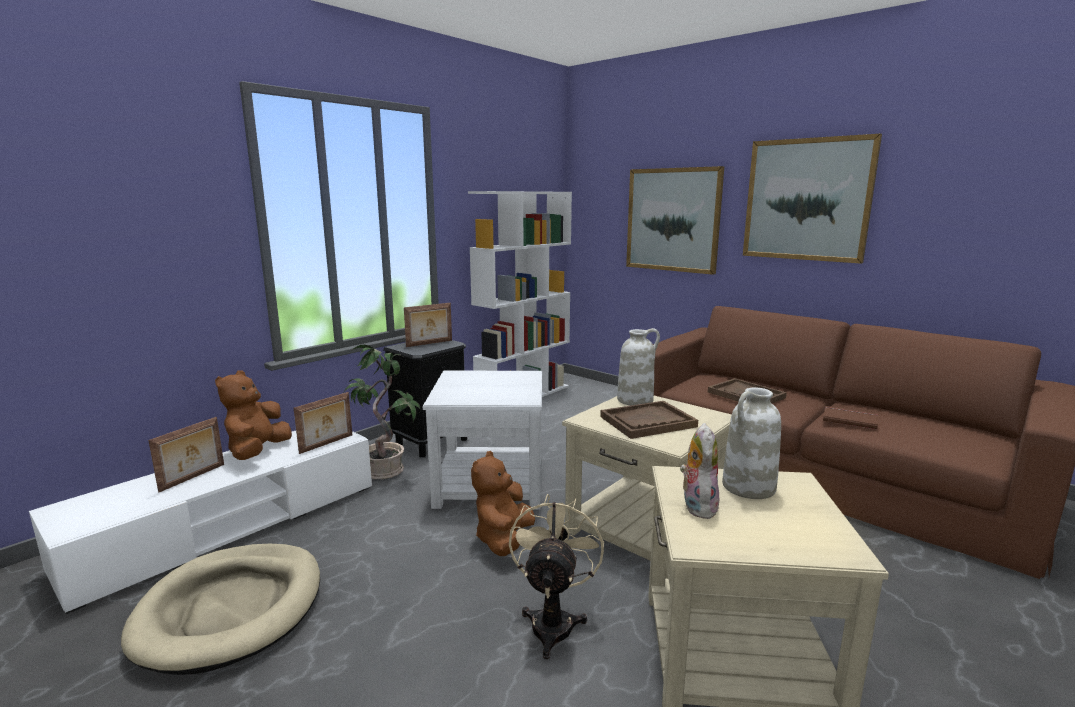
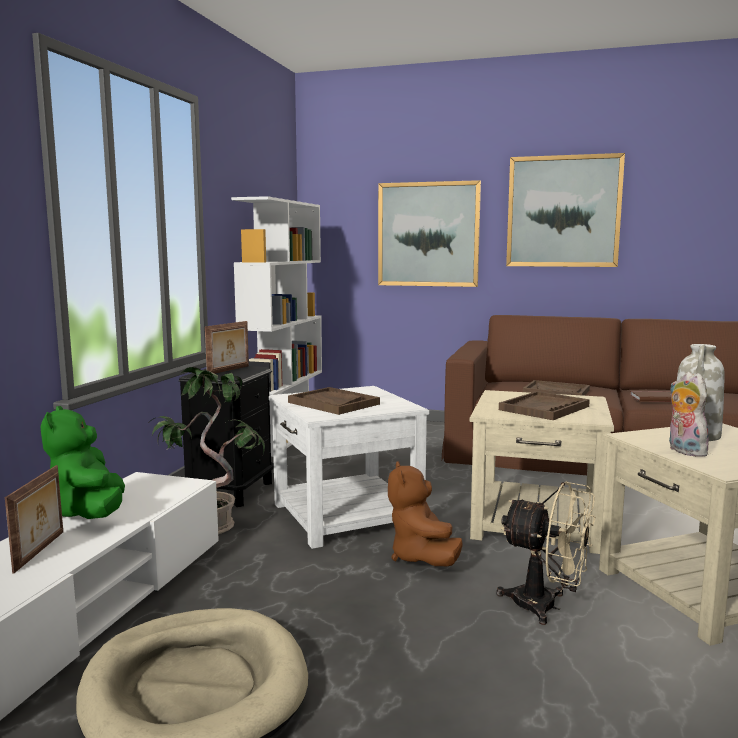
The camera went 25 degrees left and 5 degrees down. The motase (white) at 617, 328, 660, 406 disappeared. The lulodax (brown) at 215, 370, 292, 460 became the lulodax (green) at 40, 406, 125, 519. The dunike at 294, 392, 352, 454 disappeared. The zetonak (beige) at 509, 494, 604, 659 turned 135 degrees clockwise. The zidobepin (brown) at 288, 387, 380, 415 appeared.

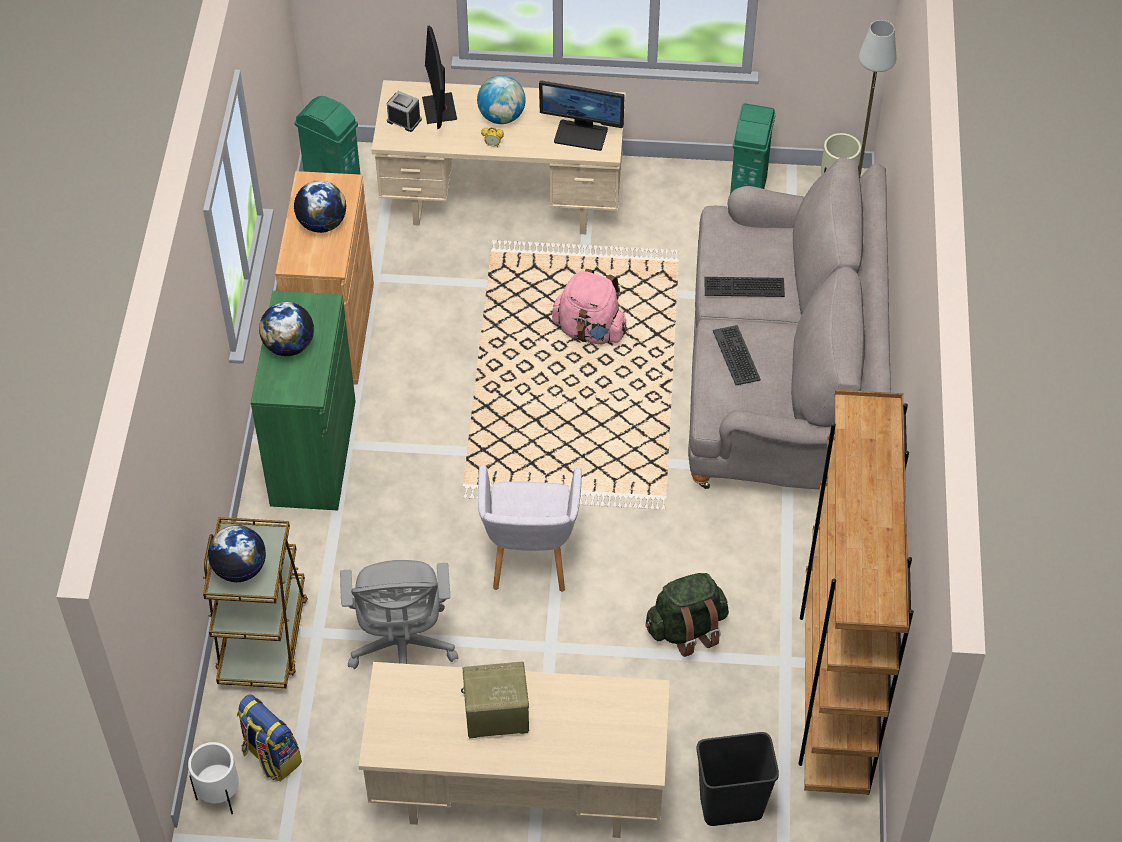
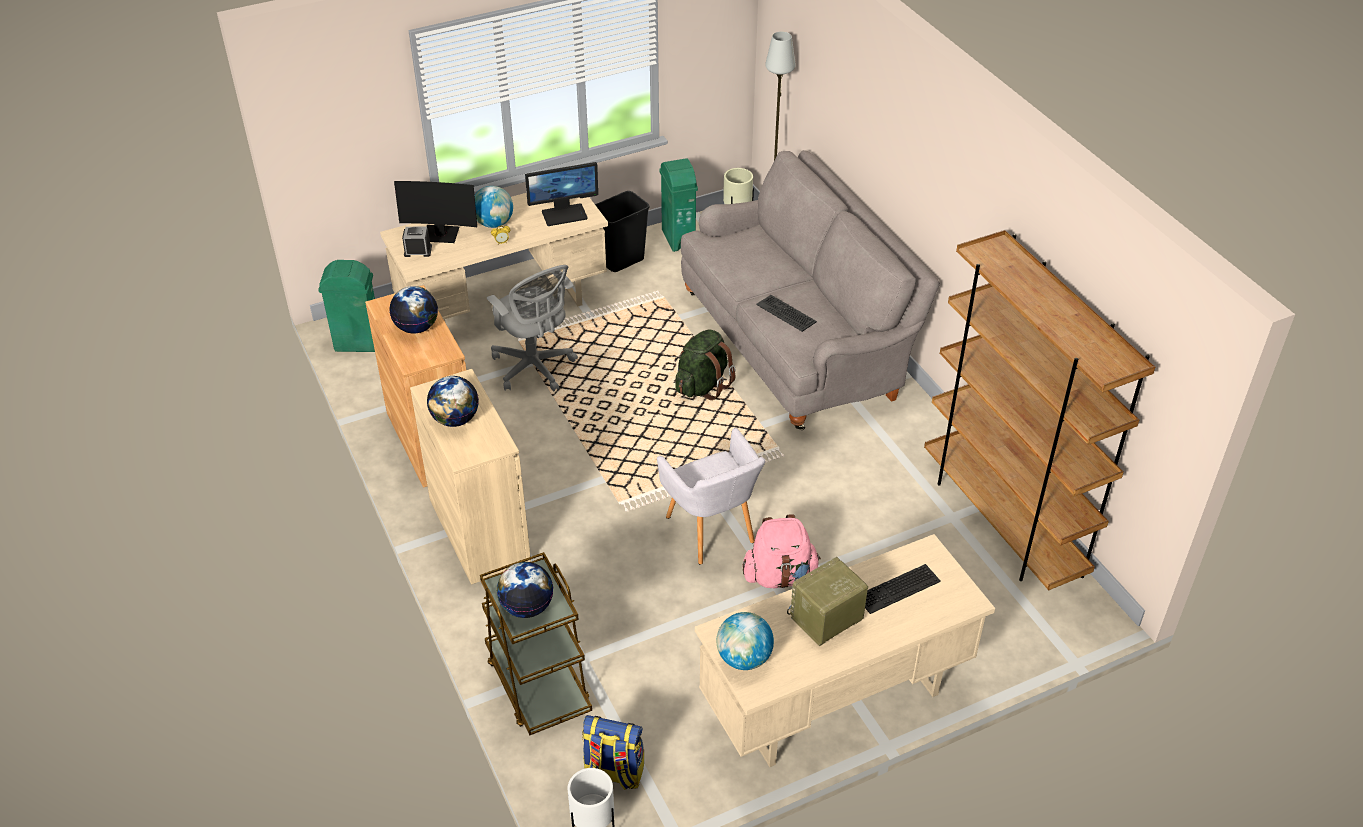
The camera went 30 degrees left and 10 degrees down. The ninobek at 422, 26, 457, 129 turned 45 degrees counterclockwise. The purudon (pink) moved from 552, 269, 627, 344 to 743, 514, 821, 588. The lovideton moved from 704, 277, 785, 297 to 865, 564, 941, 614. The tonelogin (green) at 251, 291, 356, 510 became the tonelogin (beige) at 410, 369, 531, 585. The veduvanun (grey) moved from 340, 560, 458, 669 to 487, 265, 578, 391. The purudon (green) moved from 645, 573, 729, 657 to 675, 329, 736, 400. The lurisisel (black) moved from 696, 732, 779, 826 to 595, 191, 649, 272. The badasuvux at 716, 612, 774, 670 appeared.

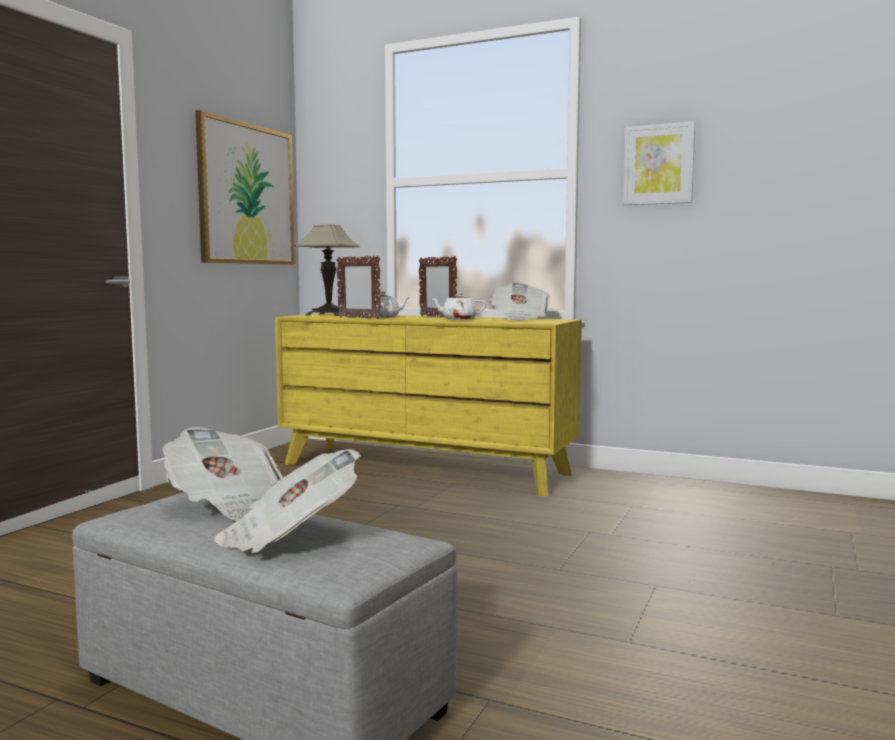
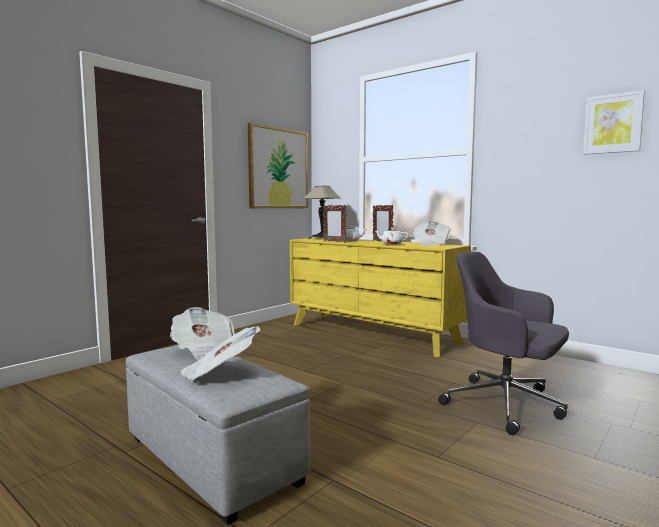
The camera went 15 degrees right and 0 degrees up. The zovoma moved from 623, 121, 695, 205 to 583, 90, 645, 155. The veduvanun (grey) at 438, 251, 569, 435 appeared.

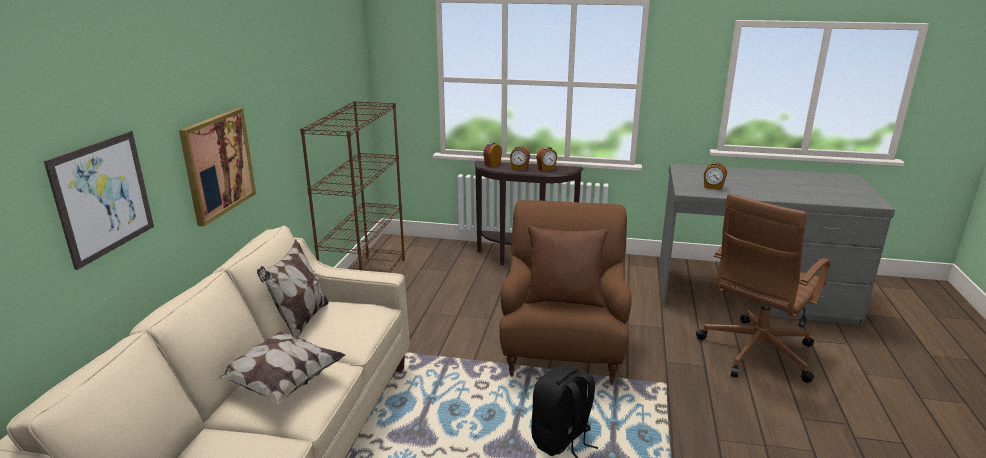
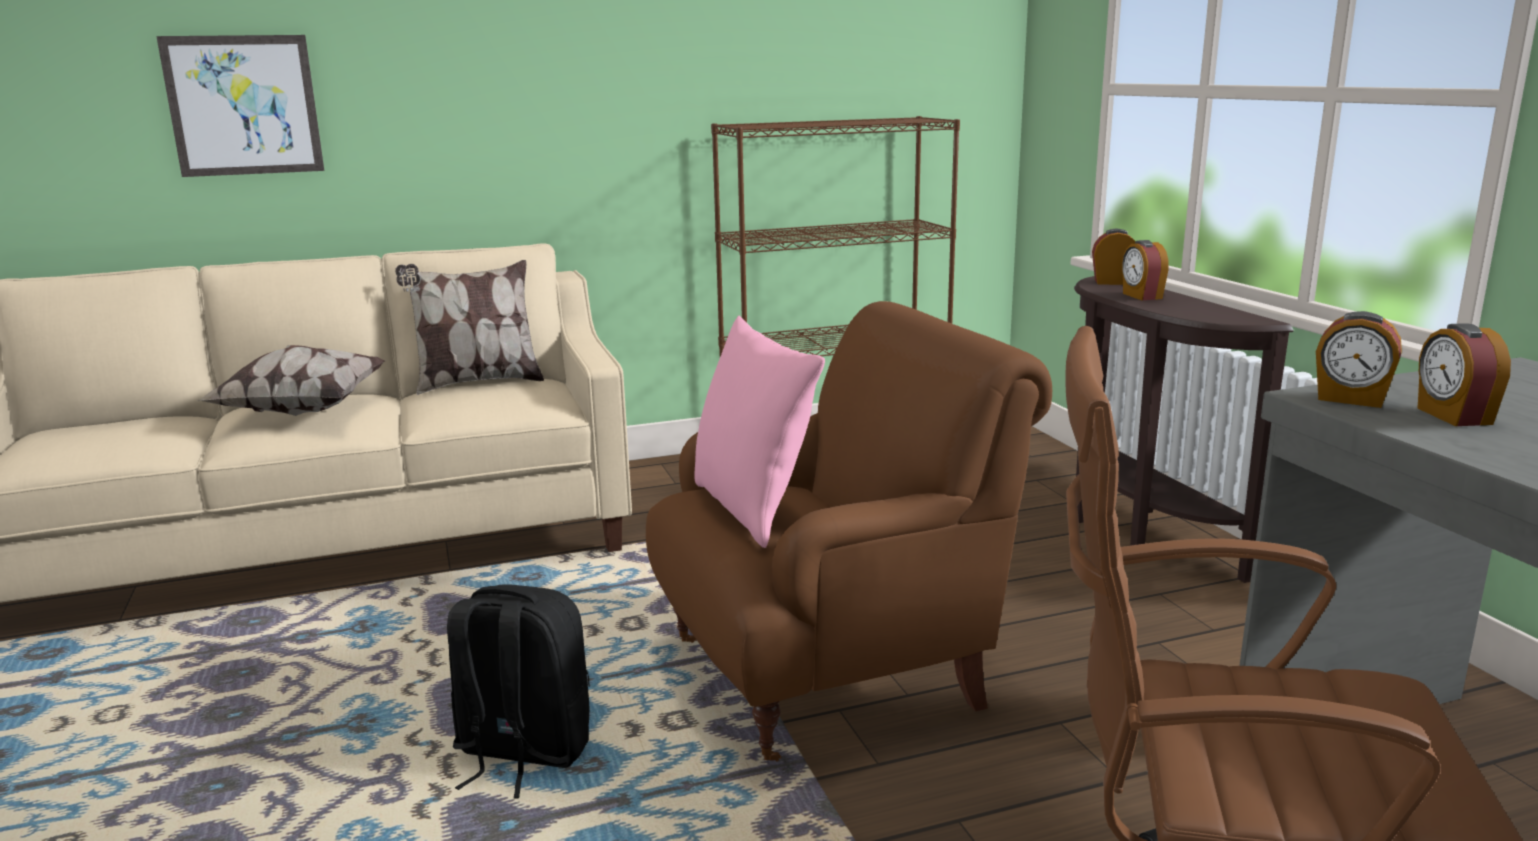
The camera went 60 degrees right and 5 degrees down. The zovoma at 179, 108, 256, 226 disappeared. The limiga moved from 536, 147, 557, 171 to 1316, 311, 1402, 408. The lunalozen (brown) at 525, 226, 608, 308 became the lunalozen (pink) at 694, 315, 825, 548.

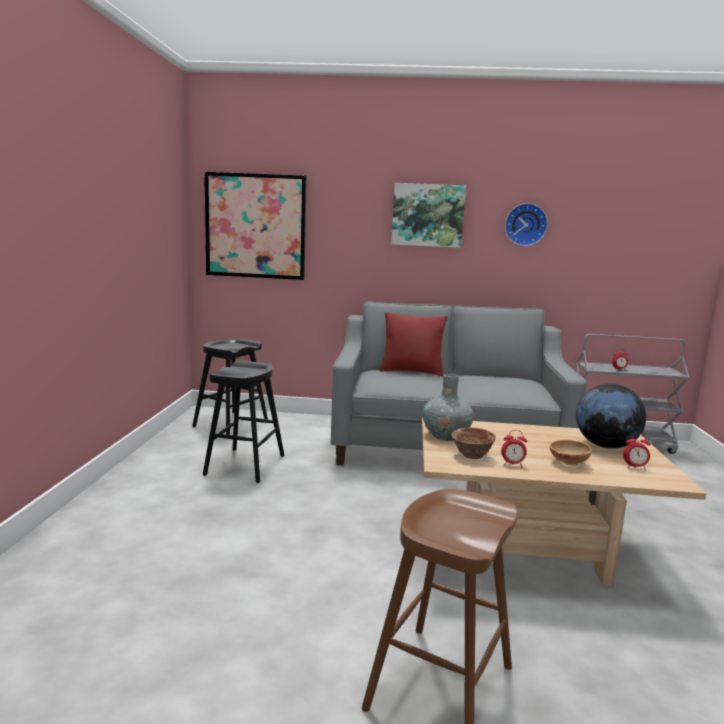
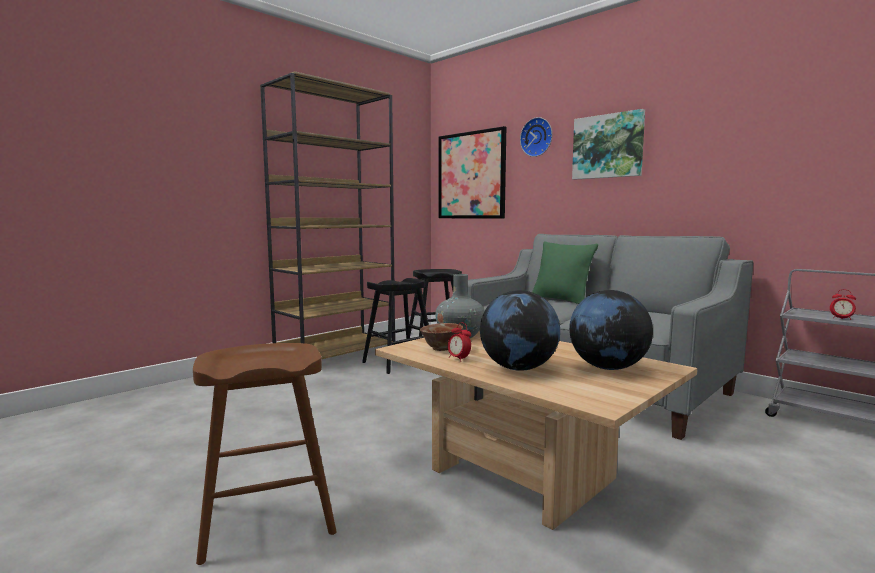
The camera went 40 degrees right and 5 degrees down. The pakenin moved from 505, 203, 548, 246 to 520, 117, 552, 157. The lunalozen (red) at 380, 312, 448, 376 became the lunalozen (green) at 532, 241, 598, 304. The limiga at 623, 433, 651, 470 disappeared. The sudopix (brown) at 549, 440, 592, 466 was replaced by the badasuvux at 480, 290, 560, 371. The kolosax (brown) at 260, 71, 395, 359 appeared.

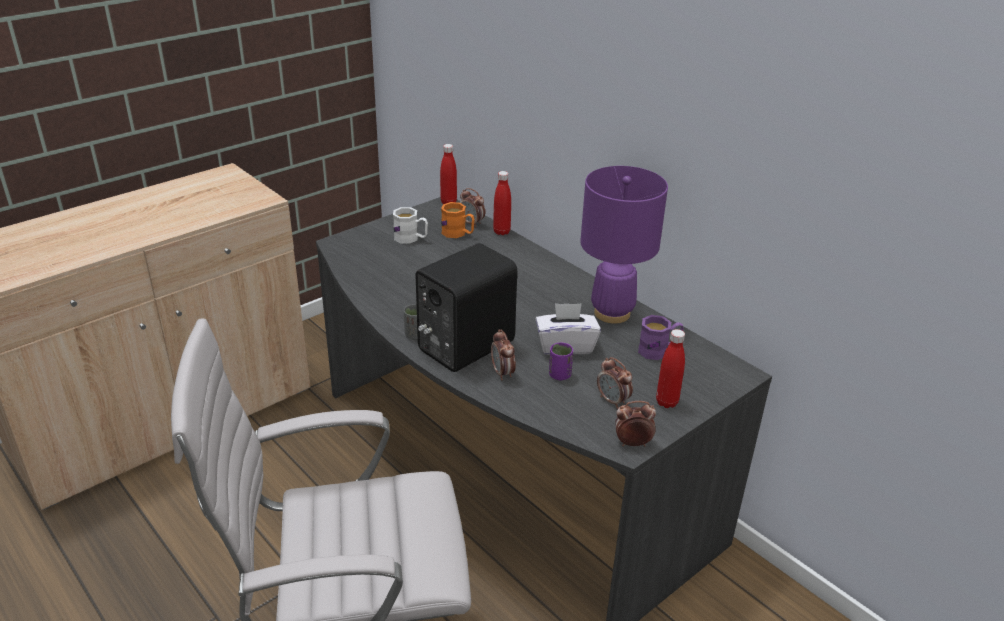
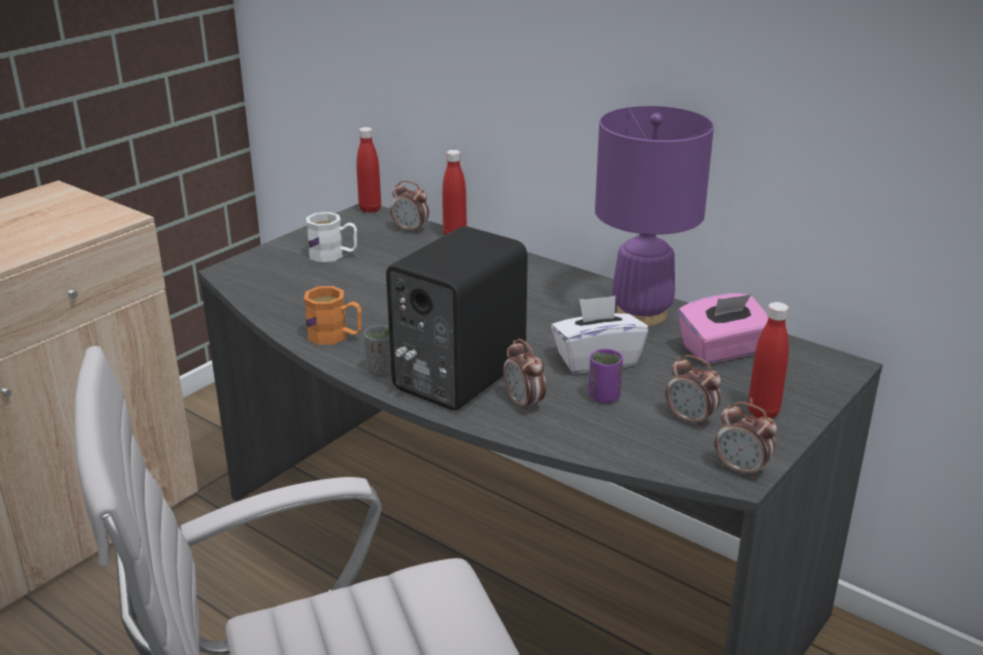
The camera went 10 degrees left and 5 degrees down. The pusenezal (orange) moved from 441, 202, 475, 238 to 304, 286, 362, 345. The pusenezal (purple) at 638, 315, 684, 360 was replaced by the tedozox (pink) at 678, 293, 768, 364. The limiga at 615, 401, 656, 446 turned 135 degrees counterclockwise.

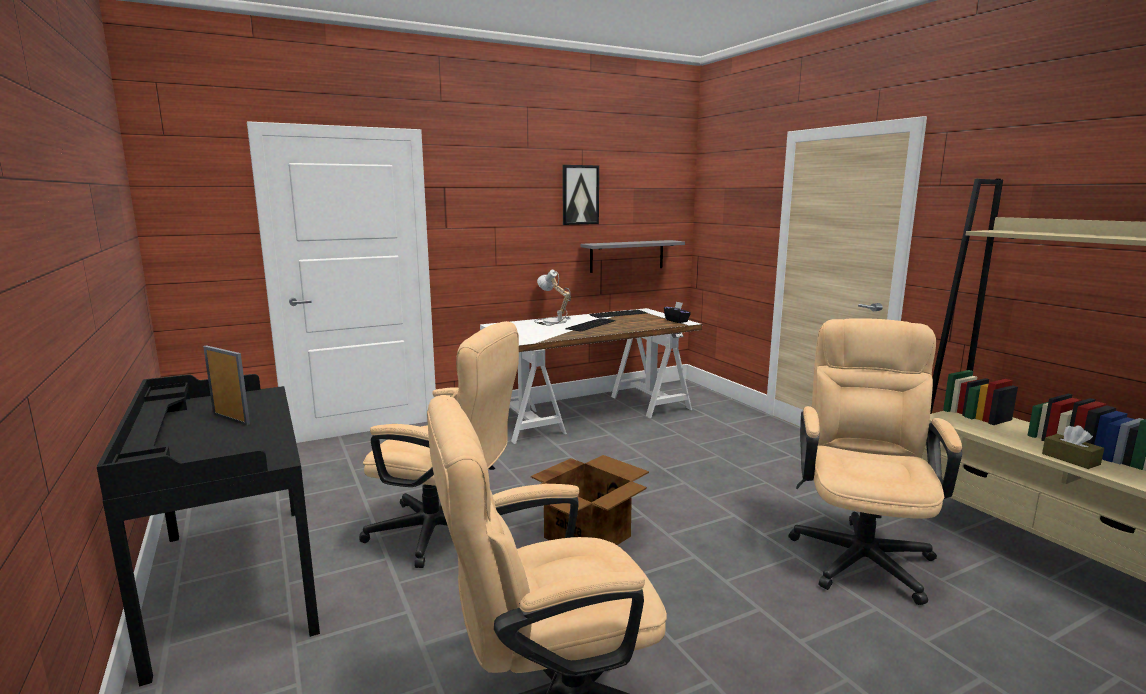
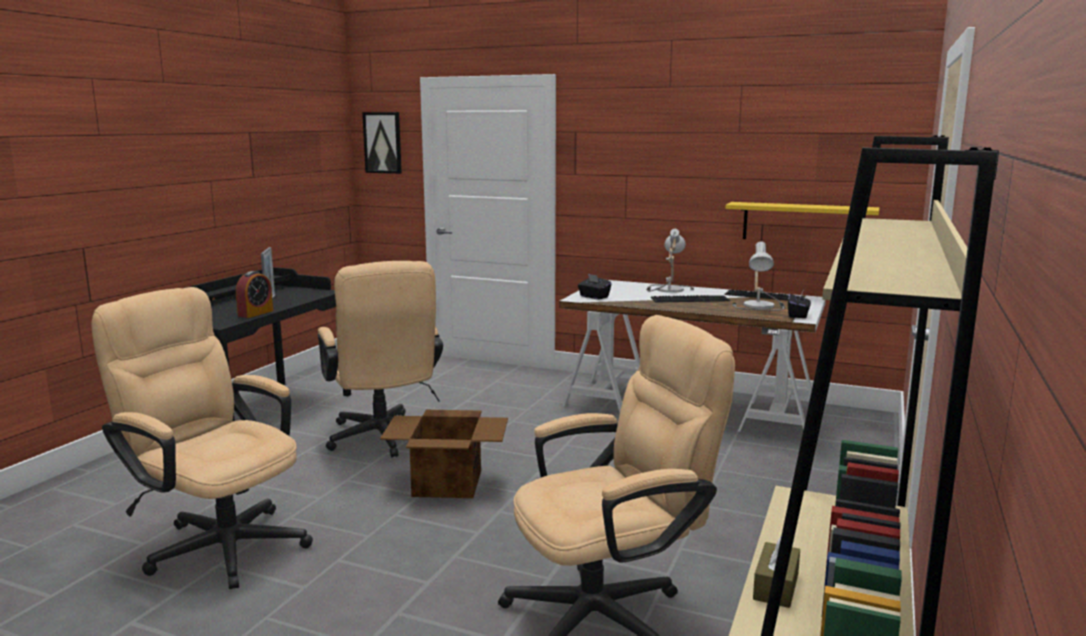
The camera went 50 degrees right and 0 degrees up. The zovoma moved from 562, 165, 599, 225 to 362, 112, 402, 174. The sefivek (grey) at 581, 240, 685, 273 became the sefivek (yellow) at 725, 202, 879, 239. The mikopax at 732, 242, 785, 311 appeared. The limiga at 236, 271, 273, 318 appeared. The tedozox (black) at 578, 274, 612, 299 appeared.

